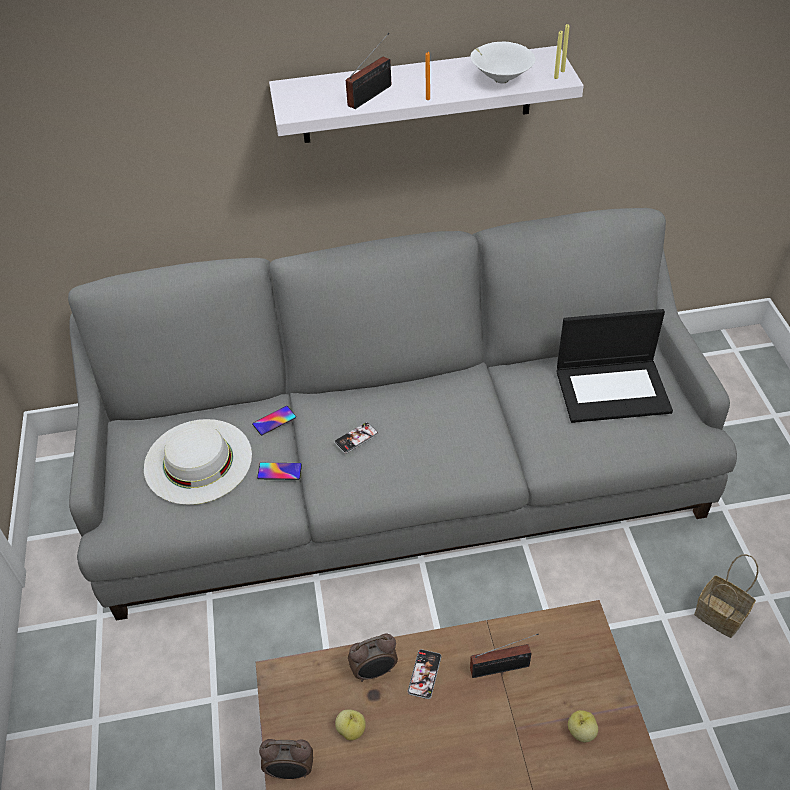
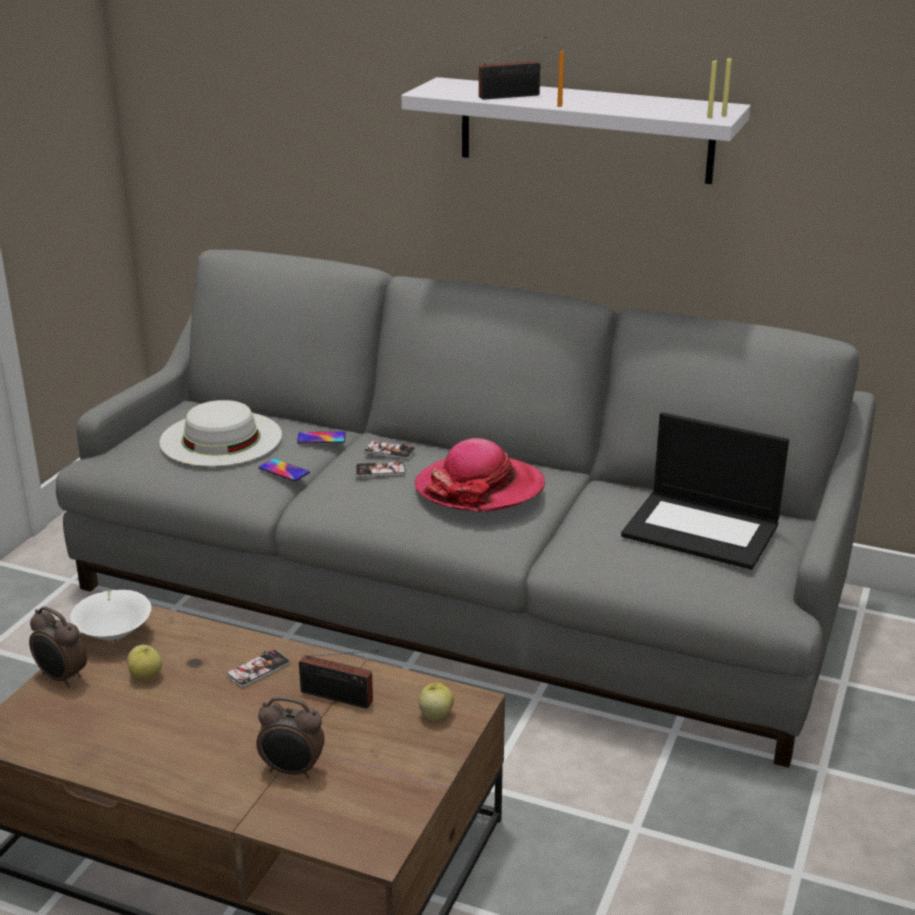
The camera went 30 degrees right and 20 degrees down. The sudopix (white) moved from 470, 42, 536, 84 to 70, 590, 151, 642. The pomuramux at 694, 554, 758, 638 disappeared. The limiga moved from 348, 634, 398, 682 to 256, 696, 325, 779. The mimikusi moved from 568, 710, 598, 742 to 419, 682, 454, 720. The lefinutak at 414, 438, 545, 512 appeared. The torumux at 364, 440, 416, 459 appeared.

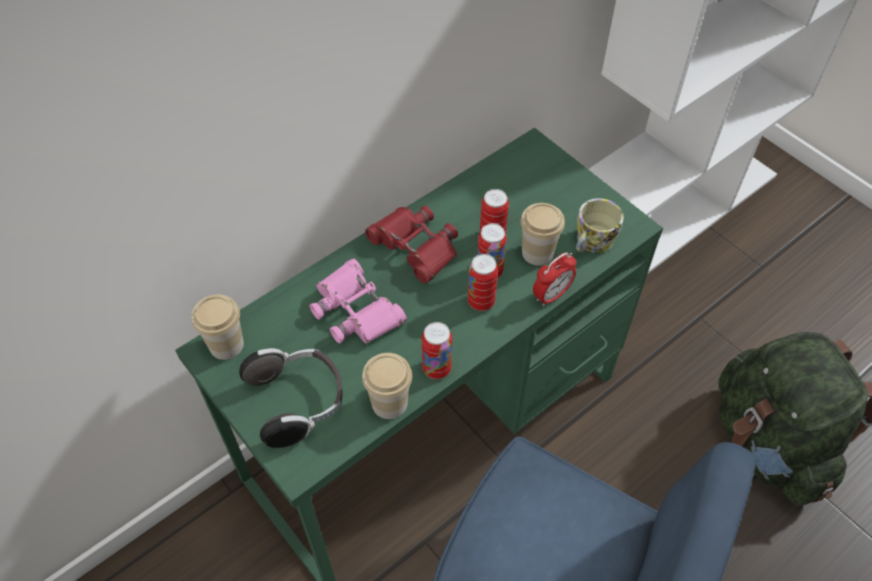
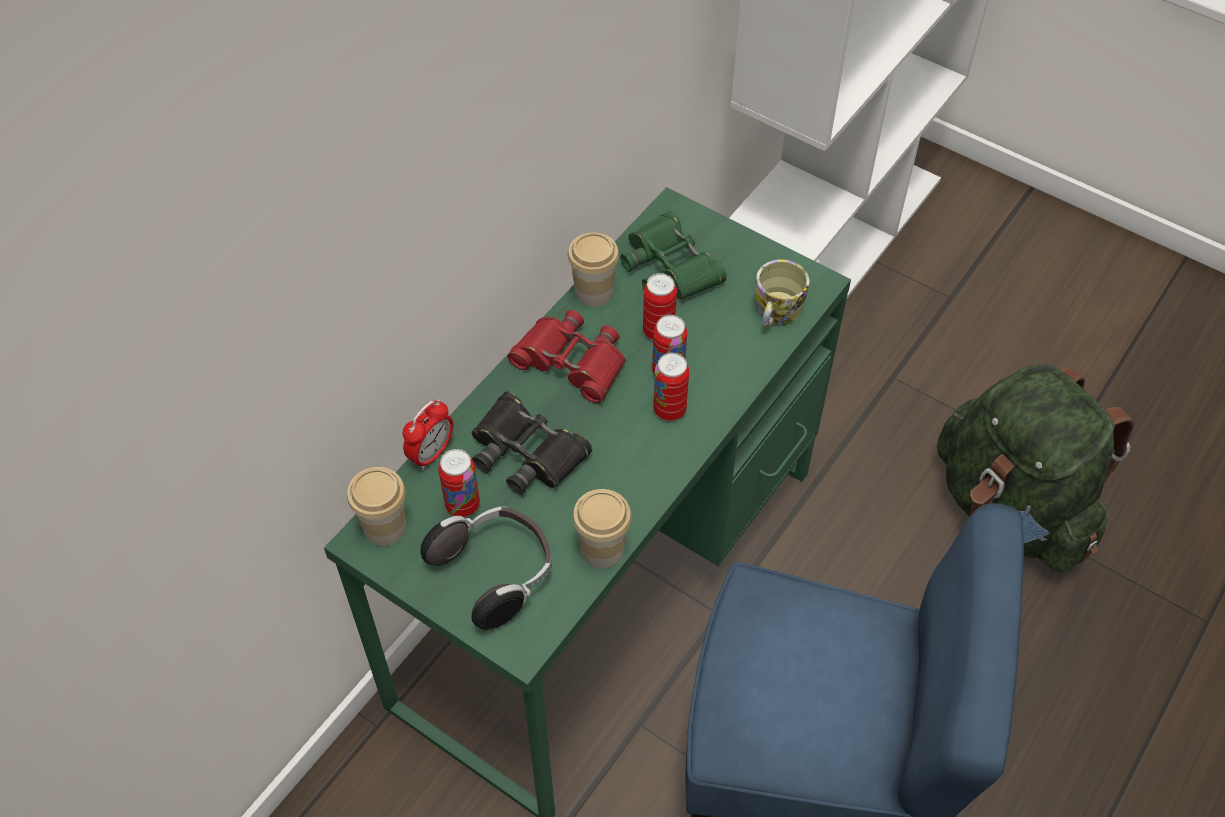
The camera went 15 degrees left and 0 degrees up. The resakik moved from 520, 203, 565, 266 to 568, 232, 619, 307. The limiga moved from 533, 252, 576, 307 to 403, 400, 453, 470. The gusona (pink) at 309, 259, 407, 344 became the gusona (black) at 471, 391, 593, 495. The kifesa moved from 422, 322, 452, 379 to 438, 449, 480, 517. The gusona (green) at 620, 211, 727, 300 appeared.

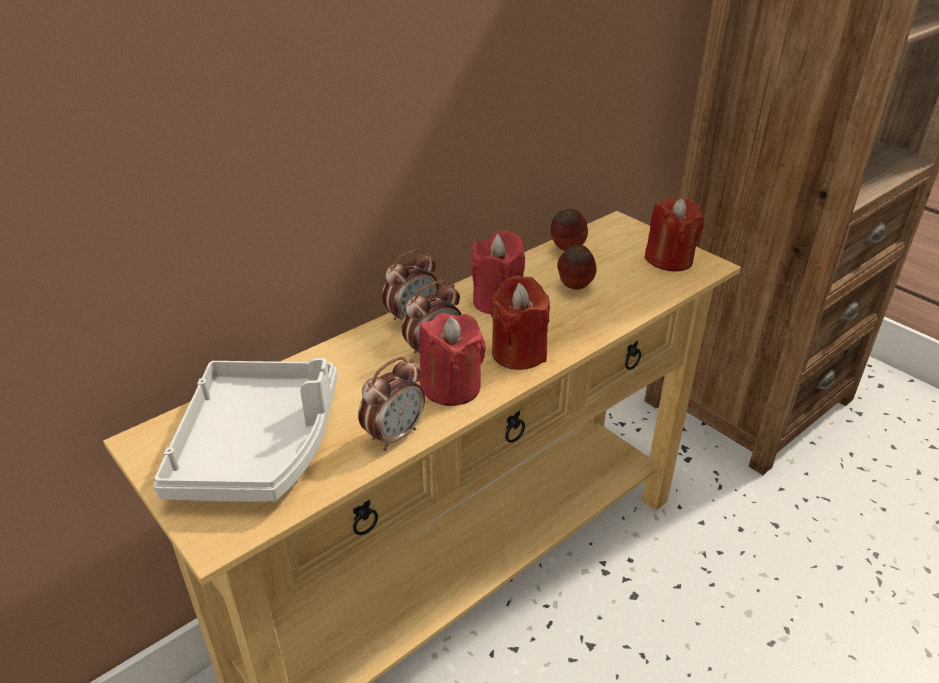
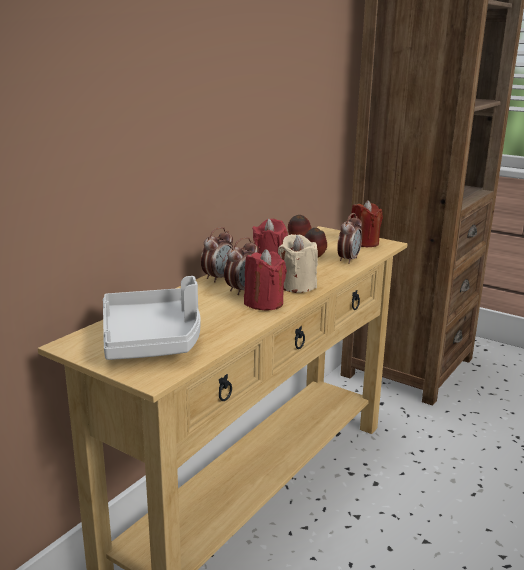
The camera went 15 degrees left and 15 degrees down. The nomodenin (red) at 490, 276, 550, 370 became the nomodenin (beige) at 278, 234, 318, 293. The limiga moved from 358, 357, 425, 451 to 337, 213, 362, 264.

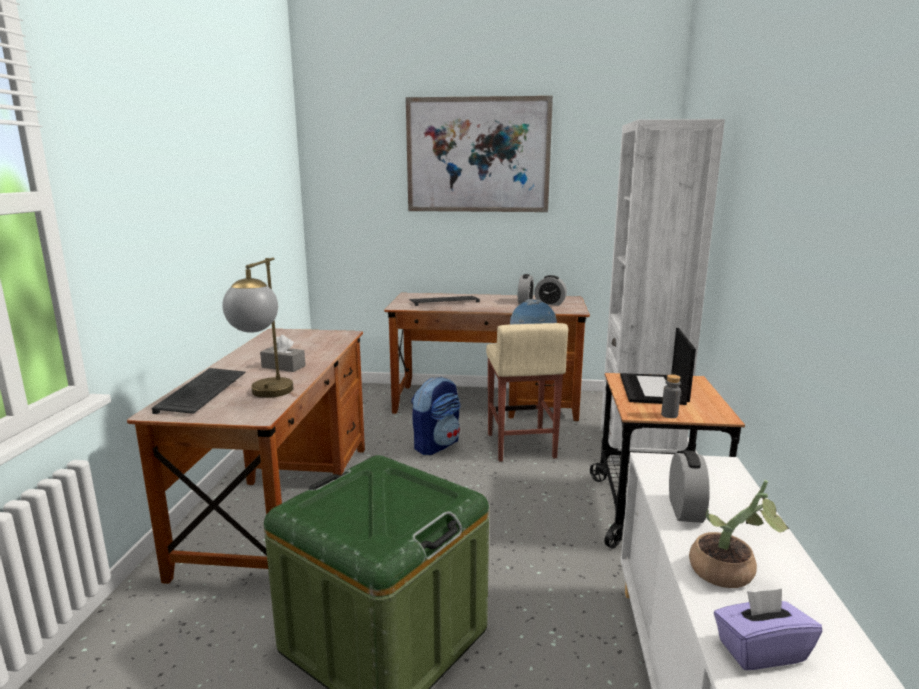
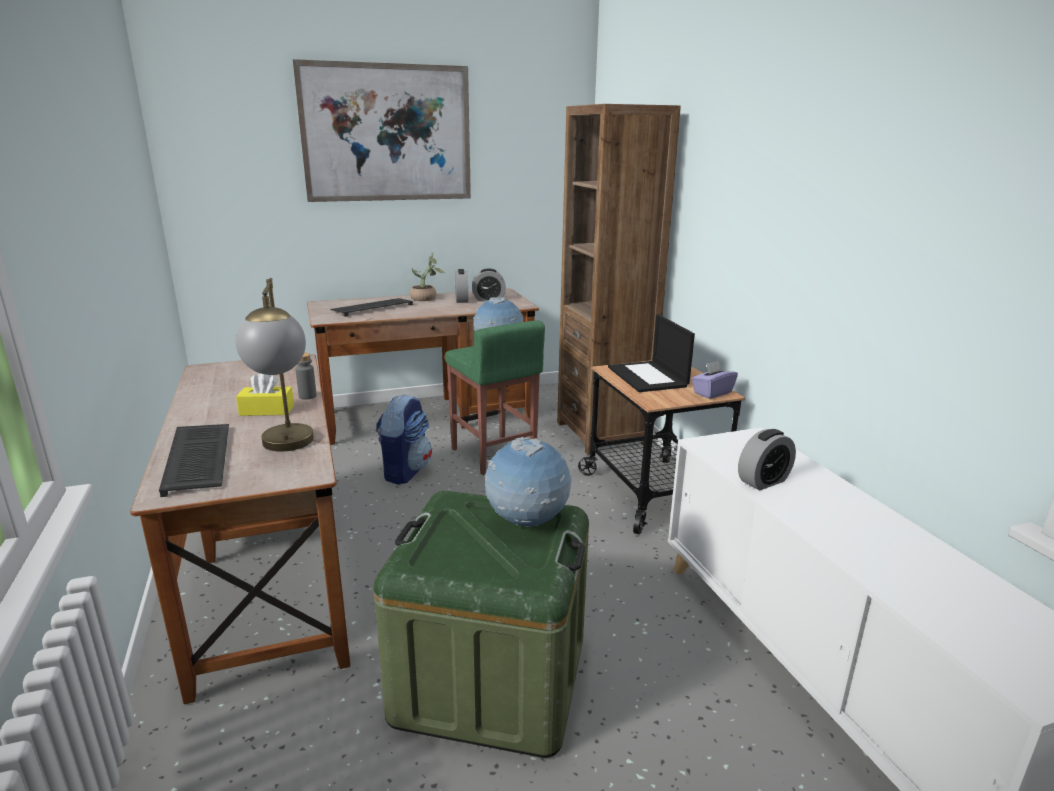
The camera went 25 degrees left and 5 degrees up. The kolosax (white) at 601, 119, 725, 464 became the kolosax (brown) at 557, 104, 681, 455. The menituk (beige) at 486, 323, 568, 462 became the menituk (green) at 445, 320, 545, 475. The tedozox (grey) at 260, 335, 306, 372 became the tedozox (yellow) at 236, 373, 294, 416. The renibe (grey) moved from 661, 374, 681, 418 to 295, 353, 317, 400. The limiga at 669, 451, 710, 523 turned 75 degrees clockwise. The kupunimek moved from 689, 480, 790, 588 to 410, 252, 445, 301. The tedozox (purple) moved from 714, 589, 822, 670 to 692, 361, 738, 399. The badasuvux at 484, 437, 572, 527 appeared.

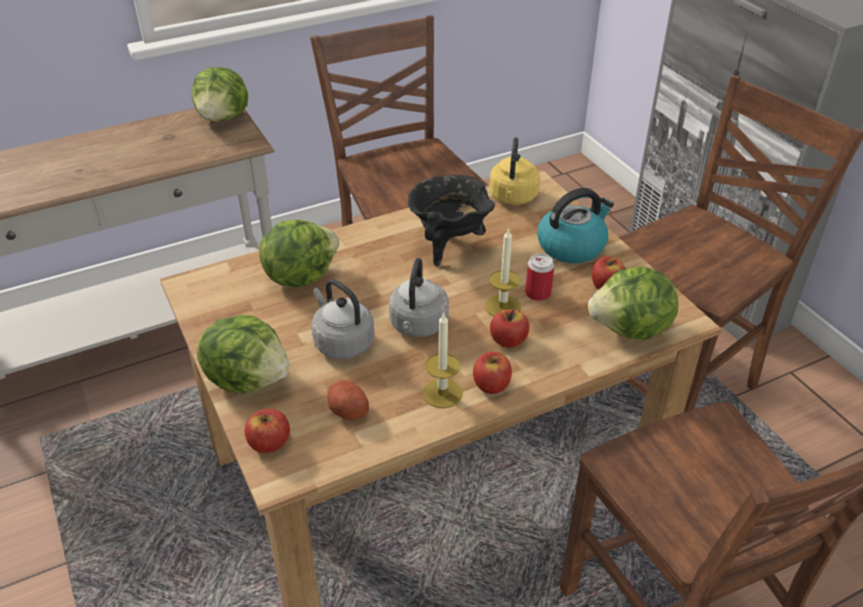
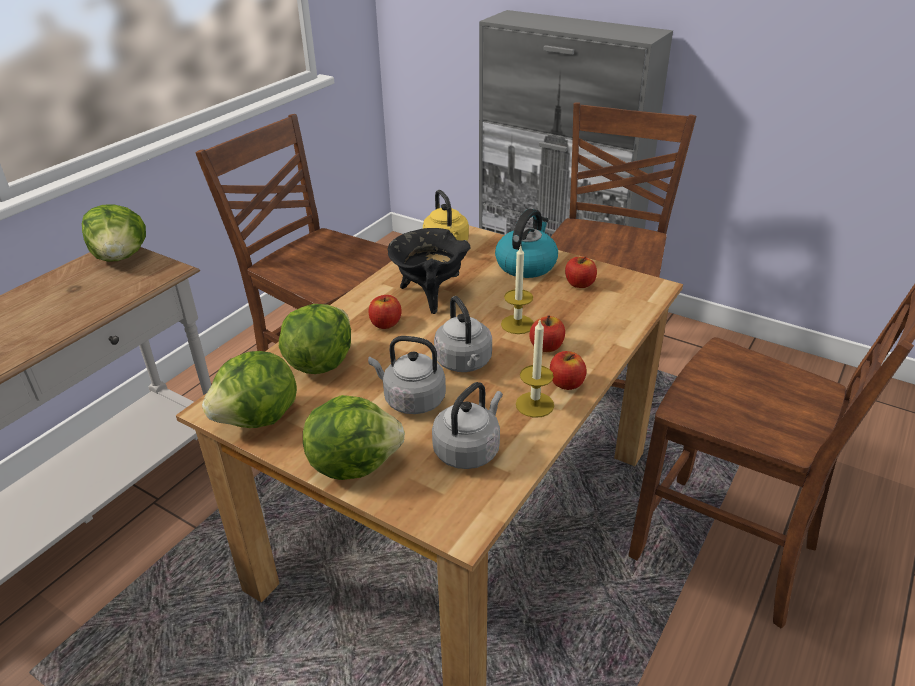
The camera went 30 degrees left and 5 degrees down. The kifesa at 525, 254, 554, 301 disappeared. The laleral moved from 588, 267, 678, 340 to 202, 351, 297, 428. The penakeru at 327, 380, 369, 421 was replaced by the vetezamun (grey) at 432, 382, 503, 469. The mimikusi moved from 245, 409, 290, 453 to 369, 295, 402, 329.

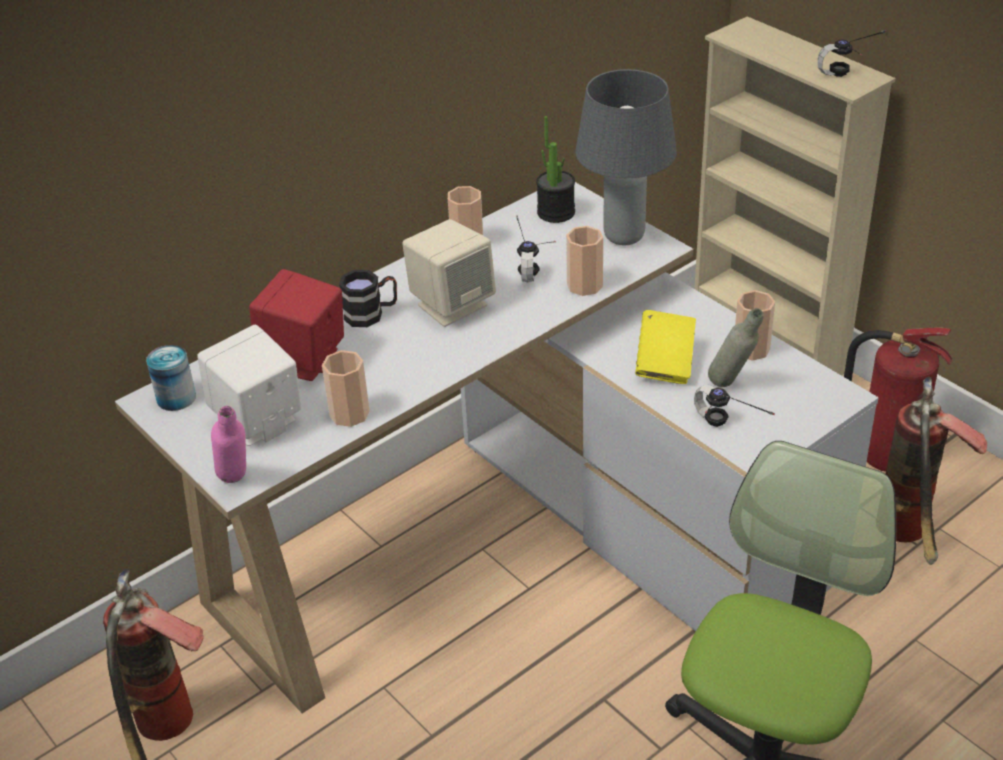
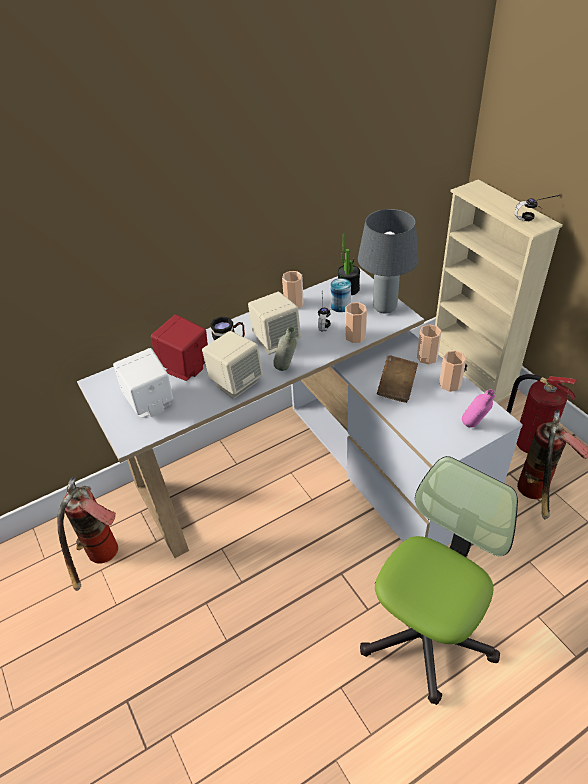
The camera went 10 degrees right and 5 degrees up. The renibe (grey) moved from 708, 308, 764, 387 to 273, 327, 297, 371. The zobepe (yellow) at 635, 310, 696, 384 became the zobepe (brown) at 377, 355, 418, 403. The kifesa moved from 146, 345, 196, 411 to 331, 278, 351, 312. The resakik moved from 322, 350, 370, 427 to 417, 324, 442, 364. The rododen at 694, 385, 775, 427 disappeared. The renibe (pink) moved from 211, 406, 246, 483 to 462, 389, 495, 428. The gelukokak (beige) at 202, 331, 263, 399 appeared.

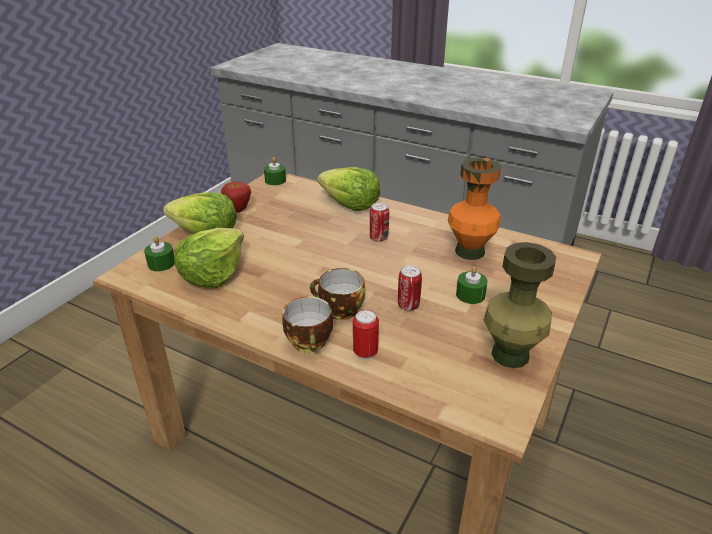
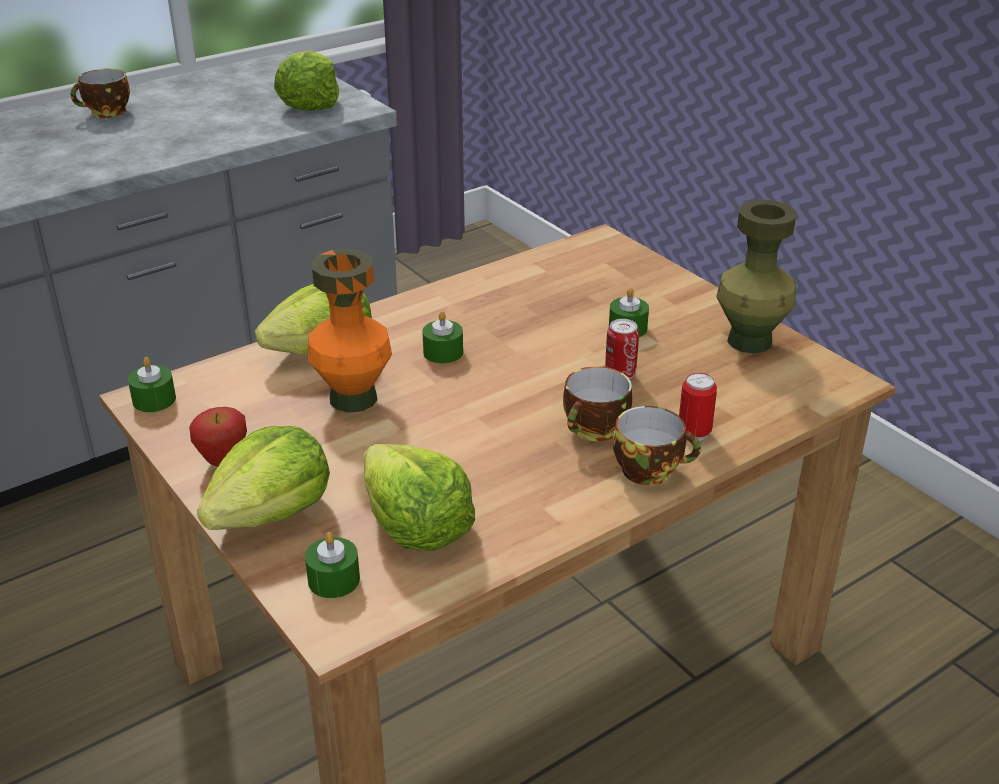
The camera went 65 degrees left and 0 degrees up. The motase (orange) moved from 448, 158, 501, 260 to 307, 249, 392, 413. The kifesa at 370, 202, 389, 242 was replaced by the nomodenin (green) at 422, 311, 463, 364. The laleral at 274, 51, 339, 111 appeared. The resakik at 71, 69, 130, 118 appeared.

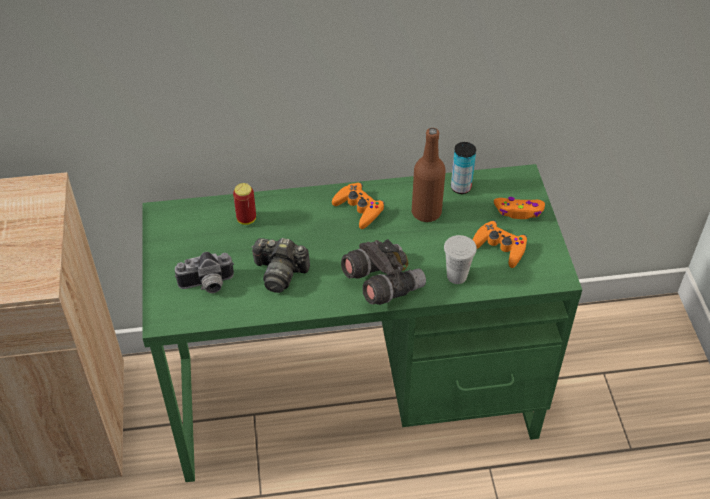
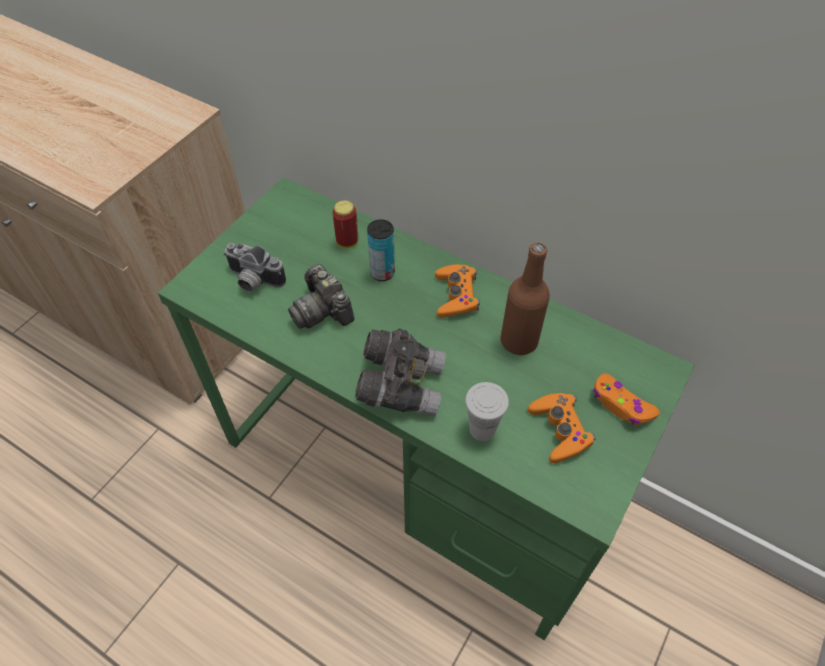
The camera went 40 degrees right and 5 degrees up. The kifesa moved from 451, 142, 476, 194 to 367, 219, 395, 281.

